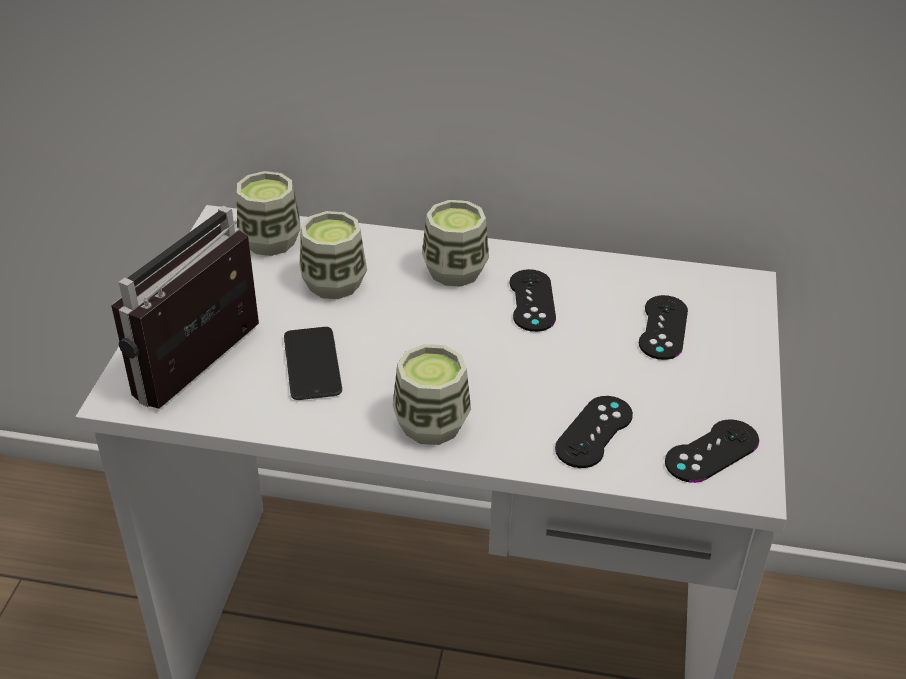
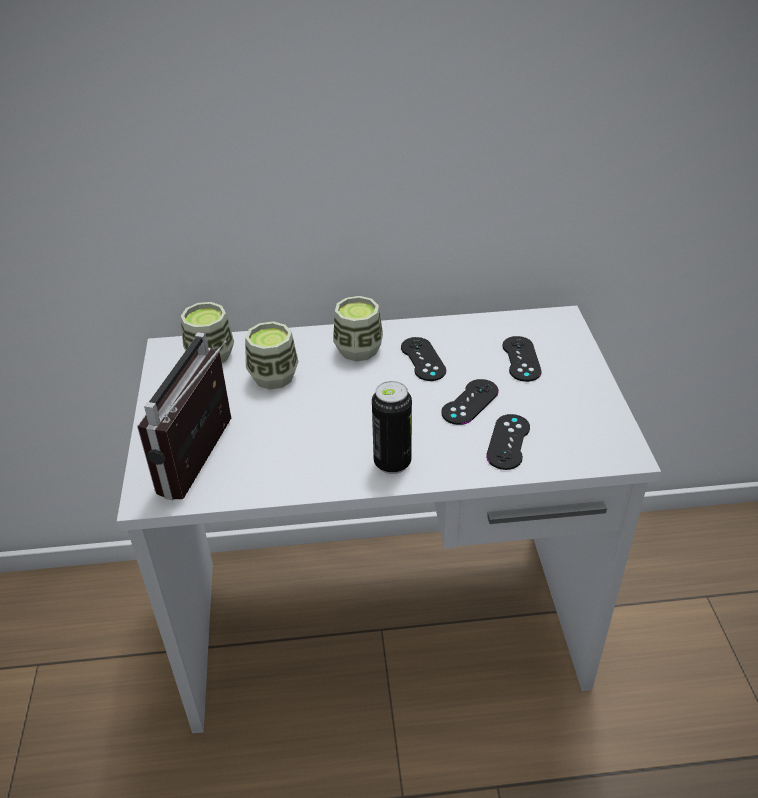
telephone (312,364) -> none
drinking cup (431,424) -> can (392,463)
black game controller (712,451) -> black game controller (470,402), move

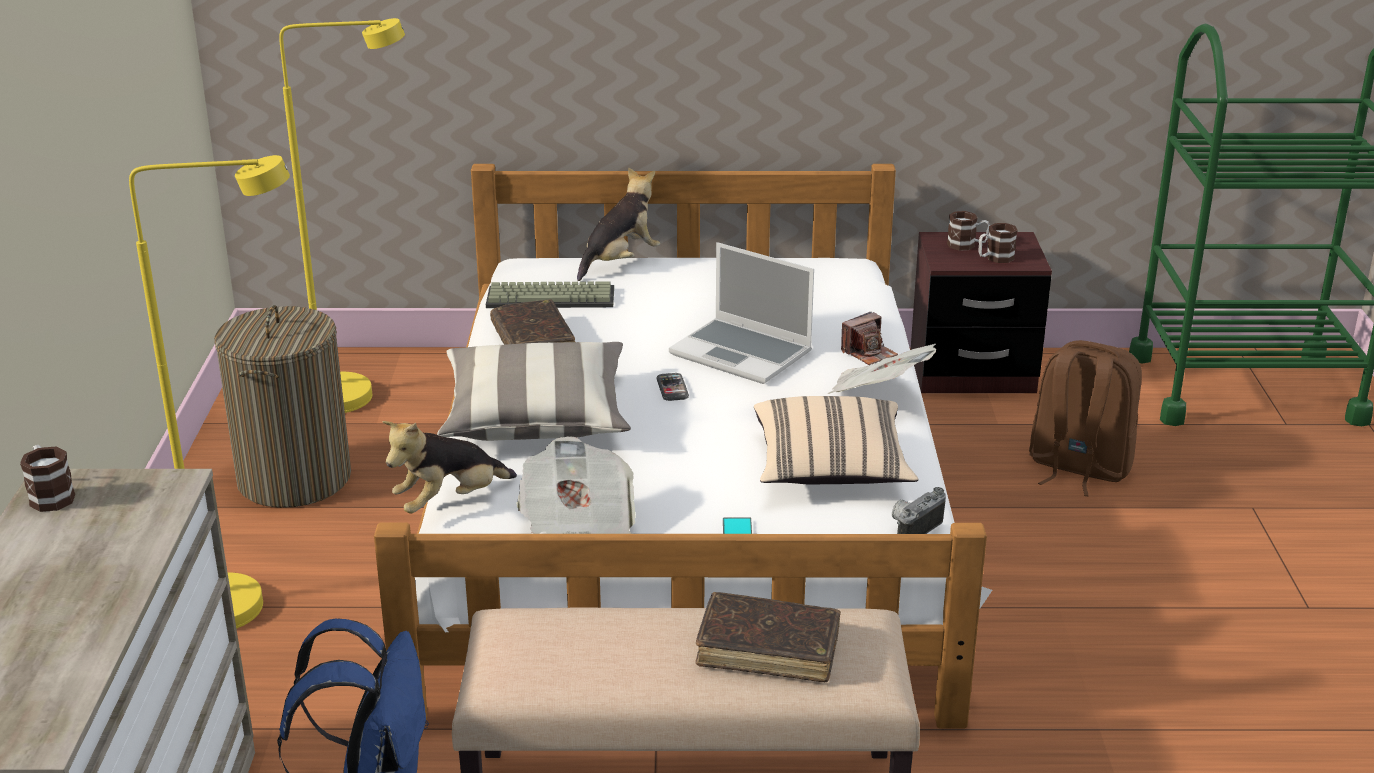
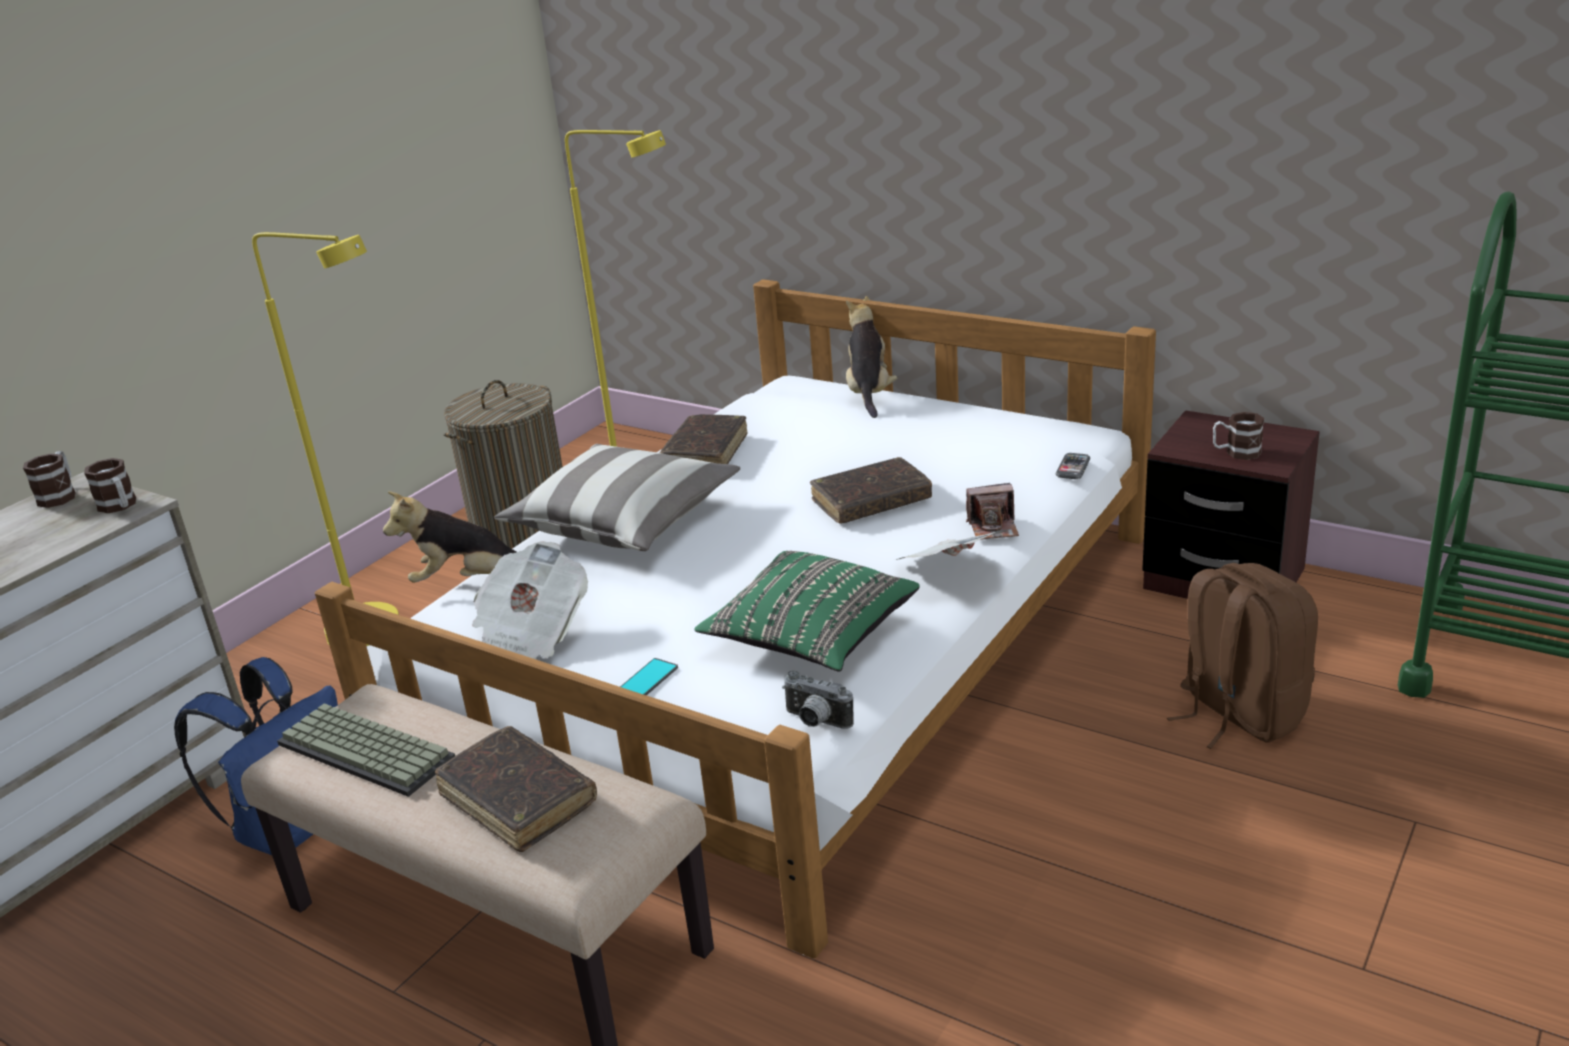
cuddly toy (620,262) -> cuddly toy (869,393), 75 degrees counterclockwise
mug (967,245) -> mug (120,507), move
notebook computer (743,353) -> brown-coloured bound book (871,502)
PC keyboard (552,297) -> PC keyboard (369,750), move
telephone (672,388) -> telephone (1073,468), move
beige-coloured cushion (830,469) -> greenish cushion (811,637)
still camera (913,528) -> still camera (815,722), 135 degrees counterclockwise

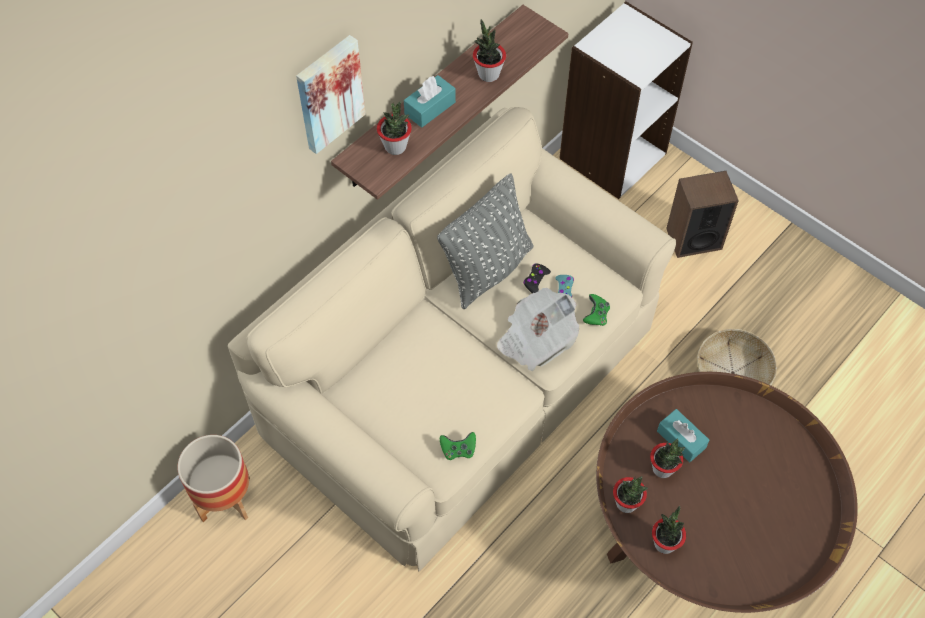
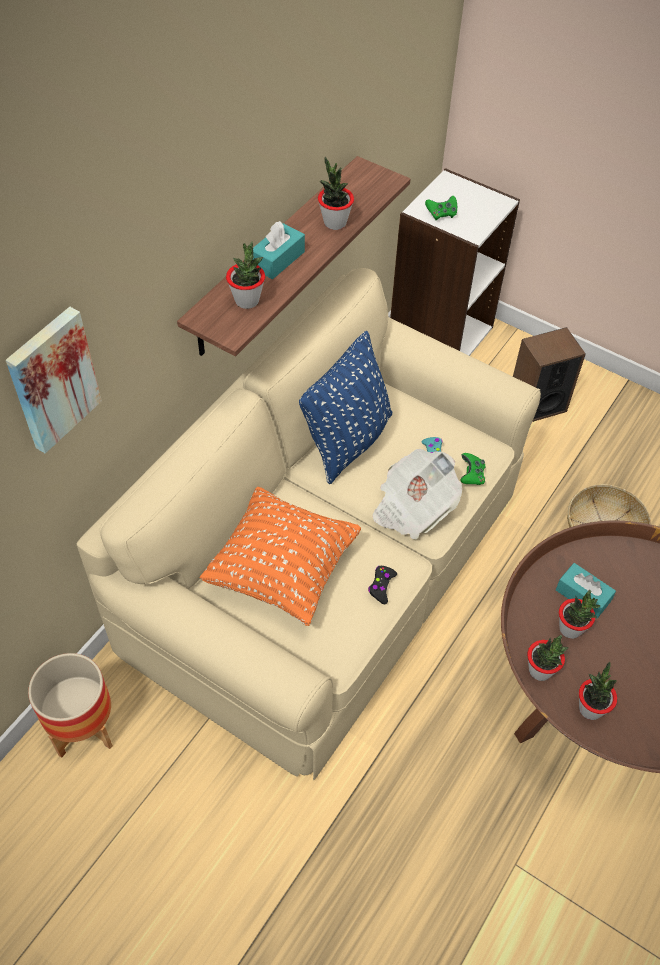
wall picture (328,93) -> wall picture (52,379), move
greyish cushion (487,269) -> blue cushion (348,441)
black game controller (535,281) -> black game controller (381,586), move
greenish game controller (458,450) -> greenish game controller (441,214), move
none -> orange cushion (282,571)

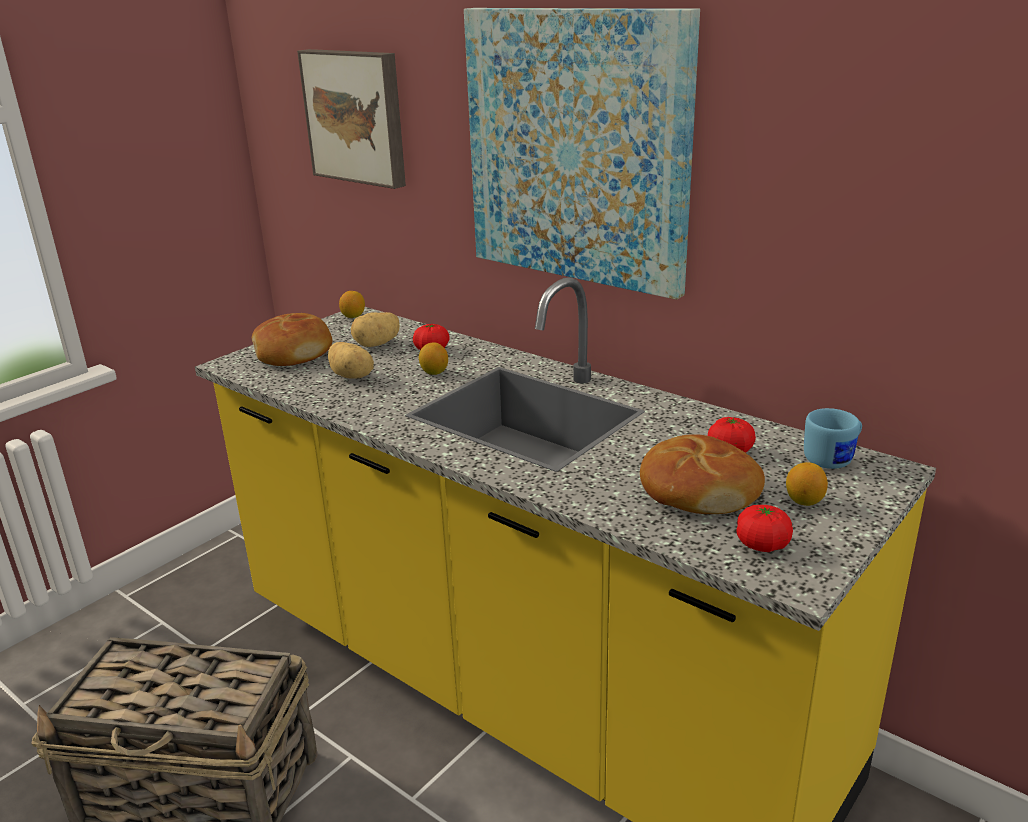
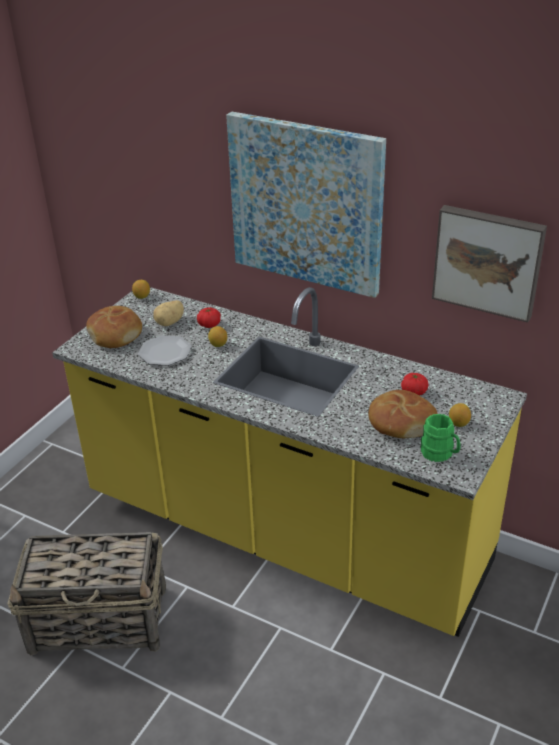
wall picture (357,116) -> wall picture (488,261), move
potato (352,376) -> dinner plate (165,352)
blue mug (833,458) -> none
whole tomato (762,545) -> greenish mug (440,454)

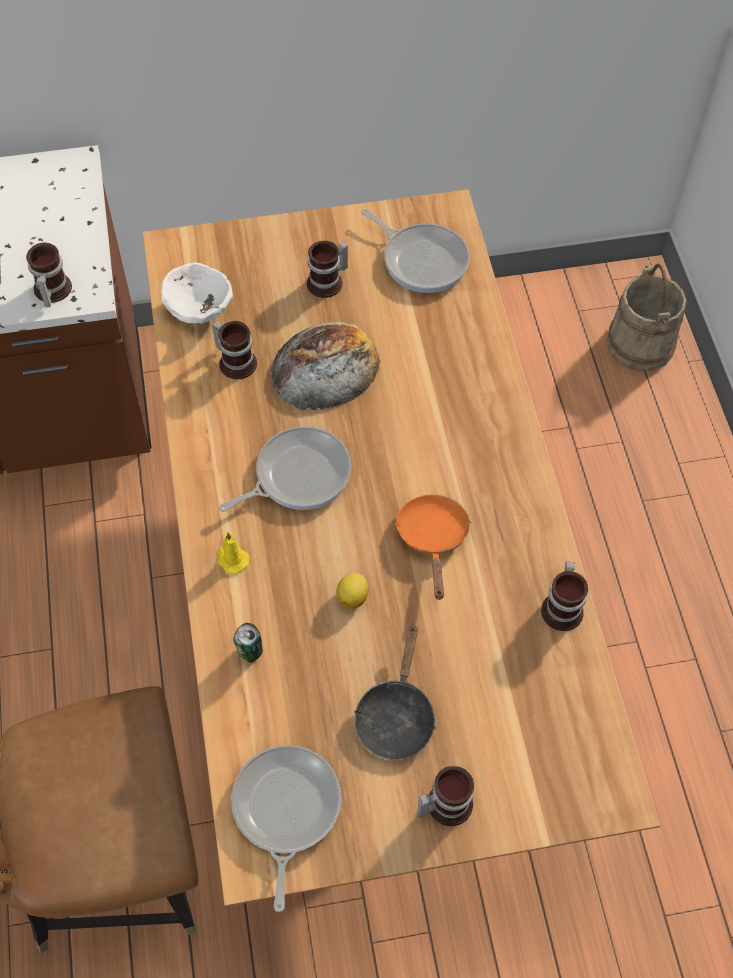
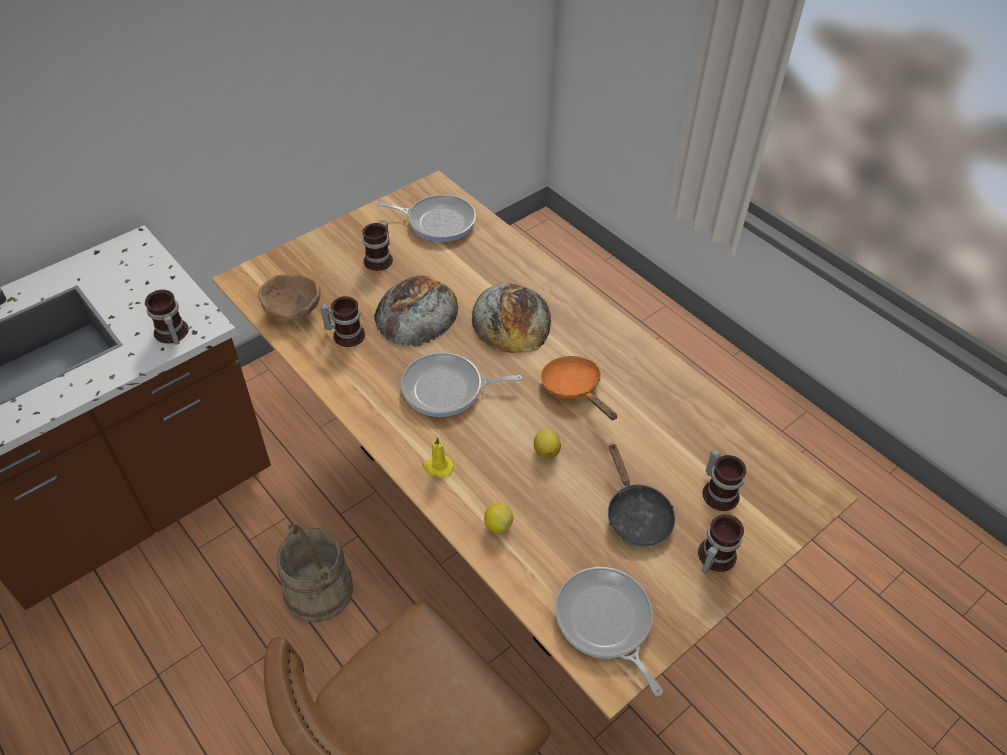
whitish serving bowl (201,309) -> brown-coloured serving bowl (295,311)
beige-coloured bucket (640,343) -> beige-coloured bucket (318,591), move
pan (297,475) -> pan (447,389), 120 degrees counterclockwise
mug (564,608) -> mug (720,491), move
can (249,653) -> citrus fruit (498,525)
none -> baked bread (511,318)

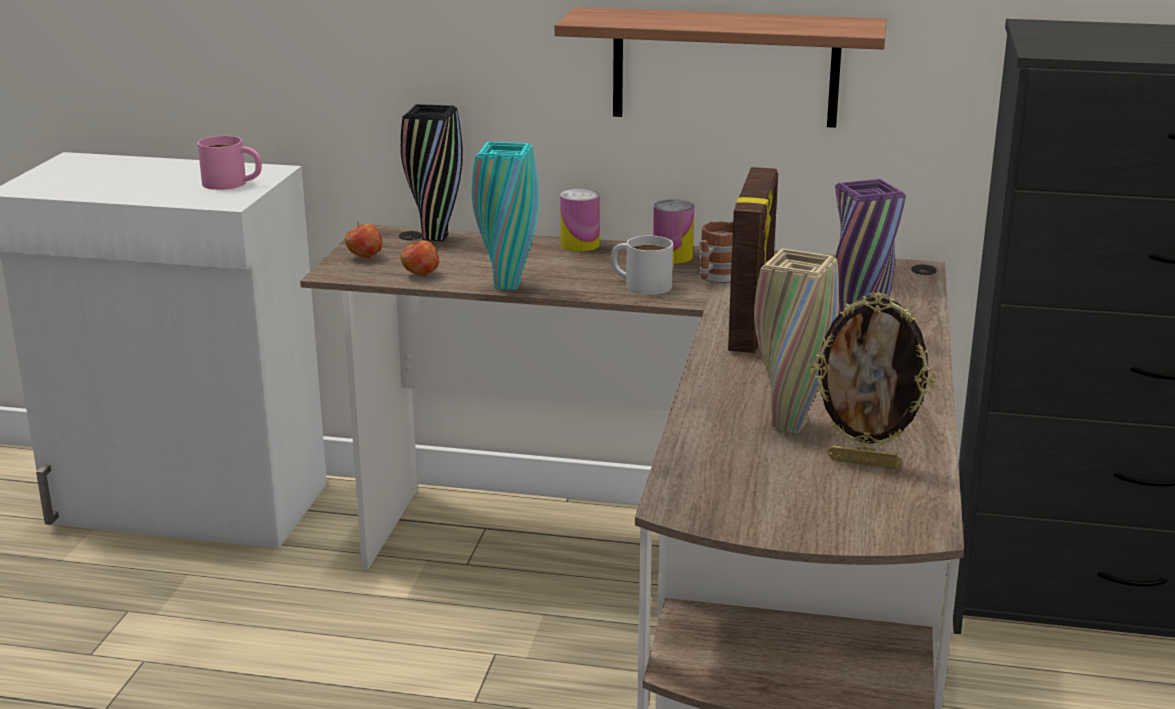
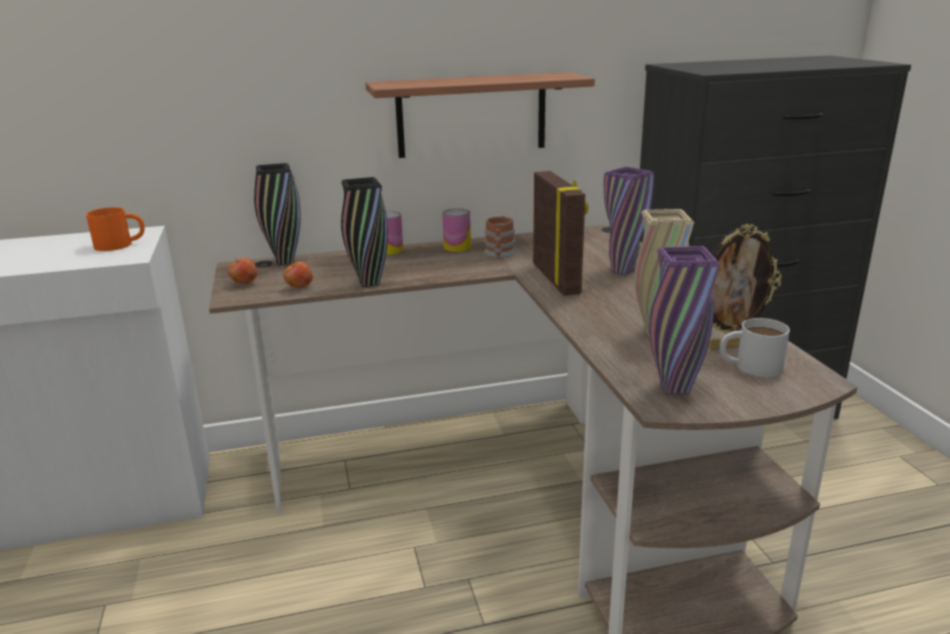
pinkish mug (233,183) -> orange mug (120,244)
turquoise flower vase (507,285) -> black flower vase (369,283)
whitish mug (640,284) -> whitish mug (749,366), move
none -> purple-coloured flower vase (674,388)

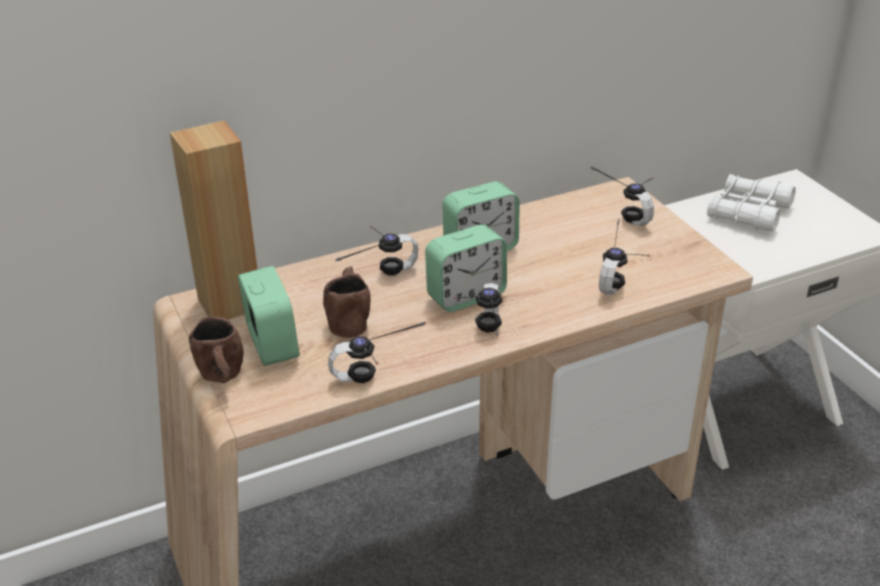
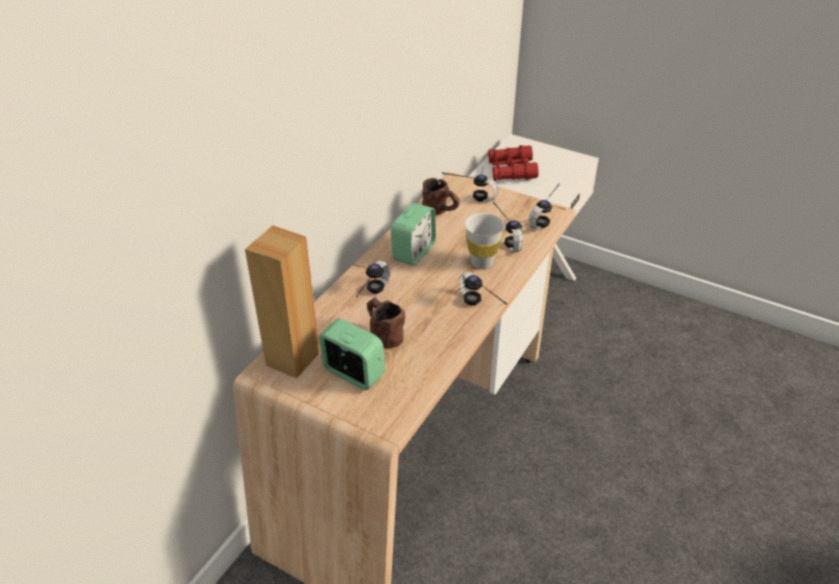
whitish binoculars (748,212) -> red-coloured binoculars (511,170)
bedside clock (466,296) -> none
brown-coloured mug (223,378) -> brown-coloured mug (441,211), move
pair of headphones (381,380) -> pair of headphones (551,222), move
none -> whitish drinking cup (482,262)

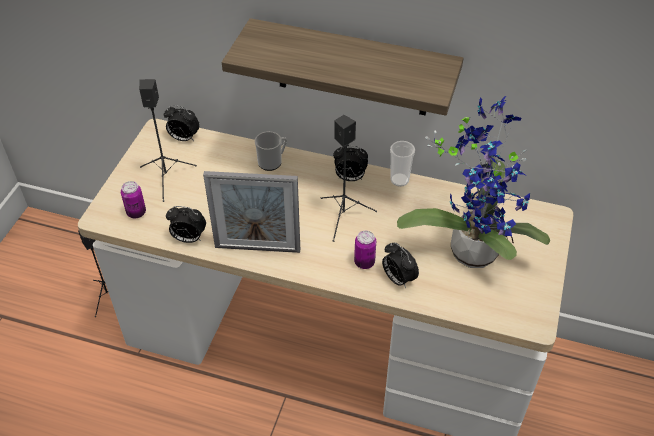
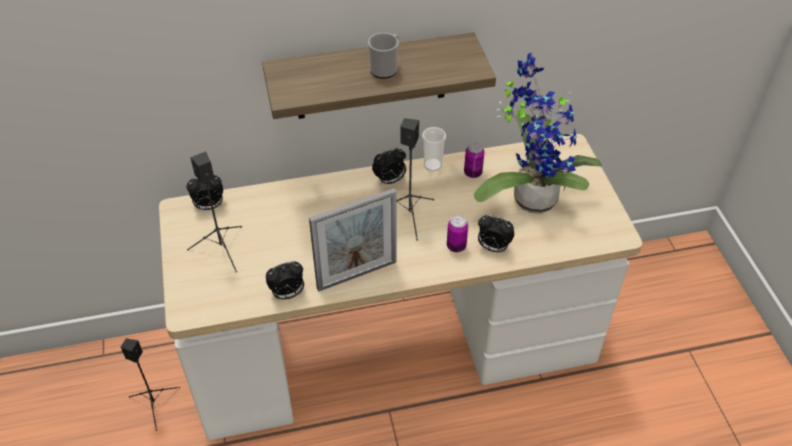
mug (272,162) -> mug (385,68), move
can (136,213) -> can (472,173), move

